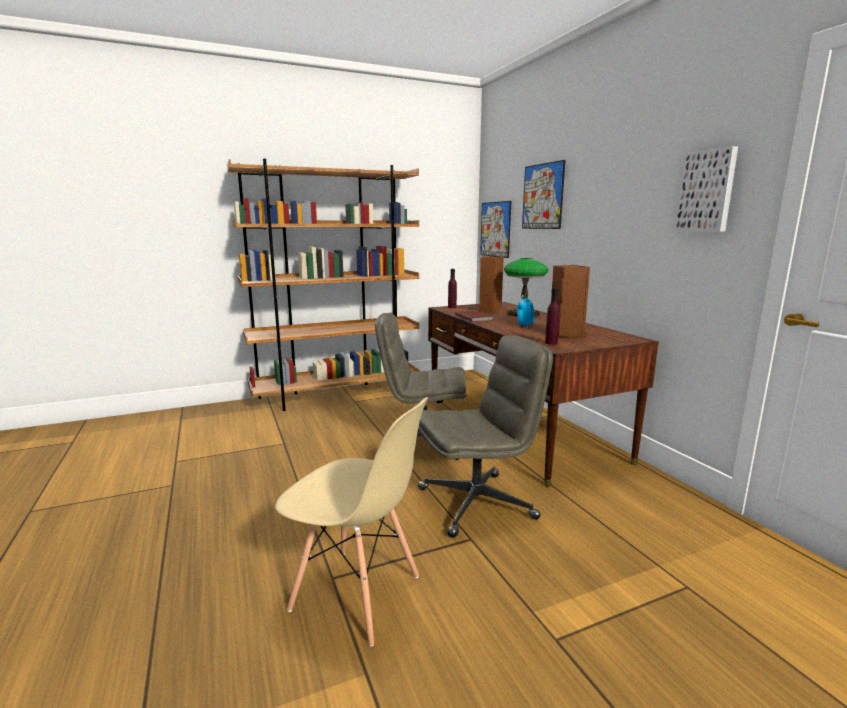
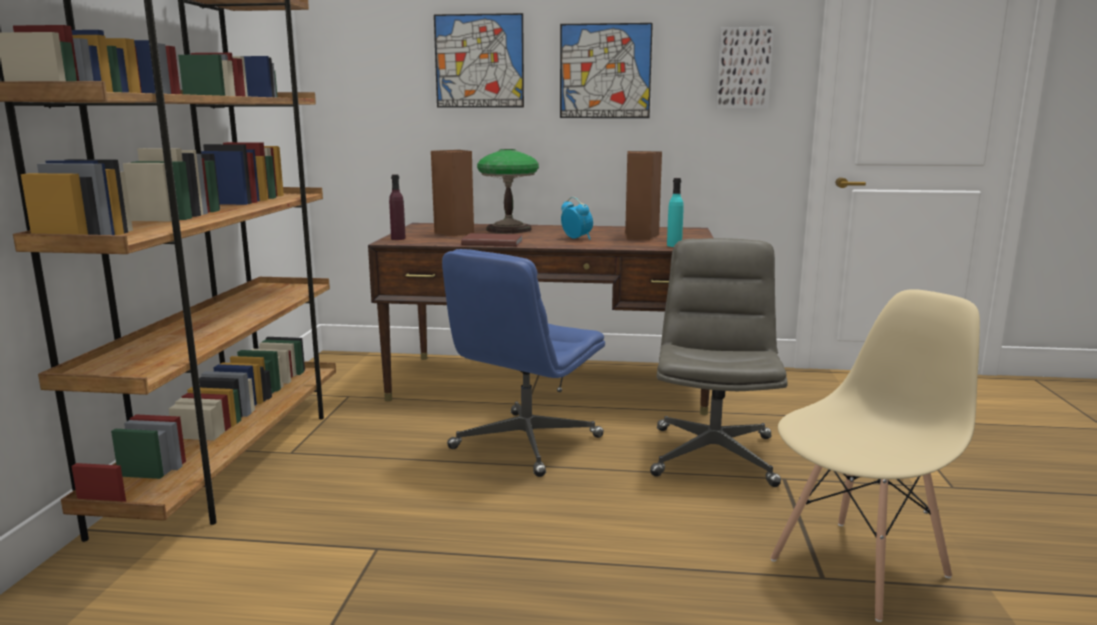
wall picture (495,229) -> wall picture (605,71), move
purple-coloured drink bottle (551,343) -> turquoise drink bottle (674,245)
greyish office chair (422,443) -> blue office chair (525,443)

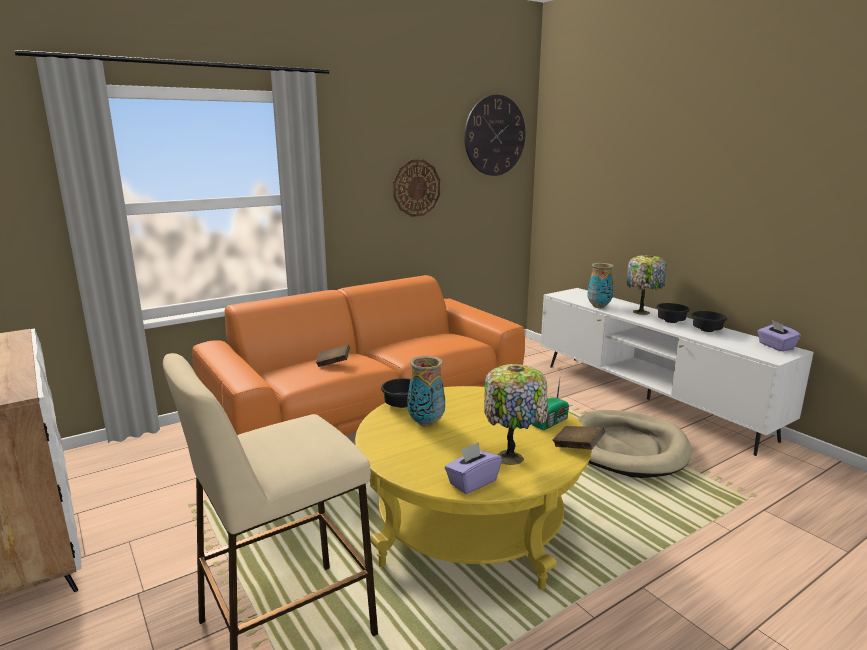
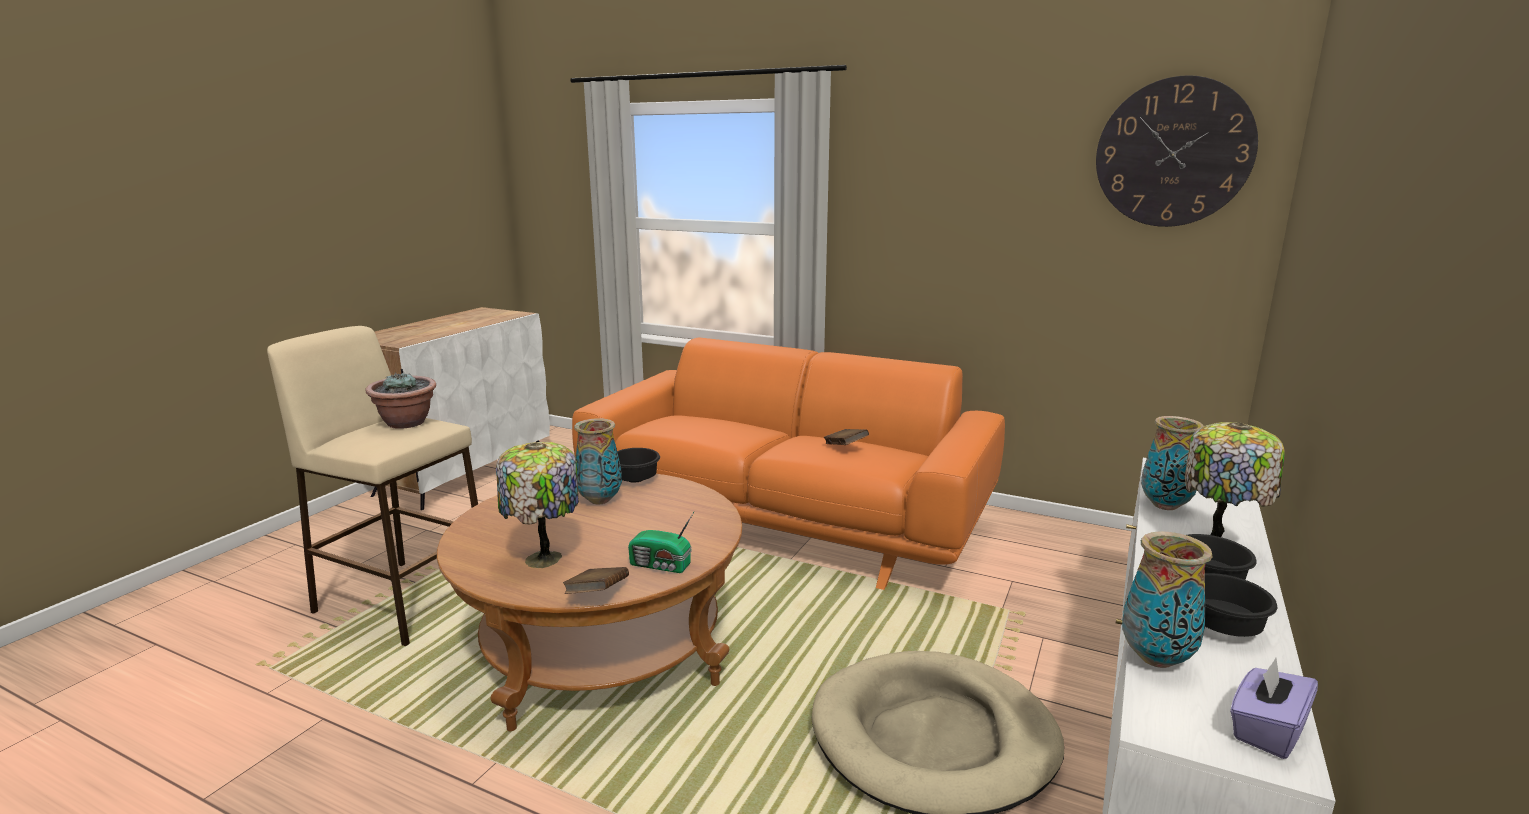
clock on the wall (416,188) -> none
brown-coloured bound book (333,363) -> brown-coloured bound book (845,447), move
yellow-coloured coffee table (470,526) -> brown-coloured coffee table (604,648)
purple-coloured tissue holder (472,482) -> none
none -> plant in a pot (407,423)
none -> flower vase (1156,658)

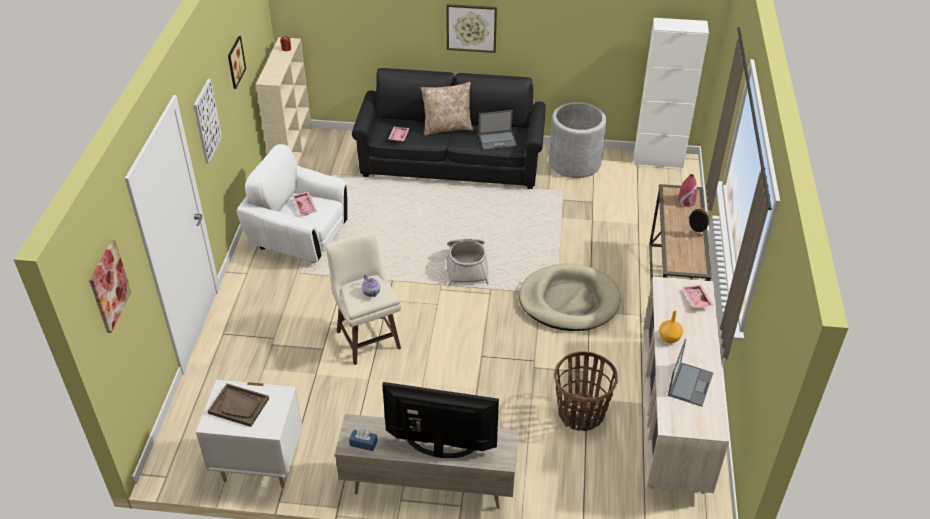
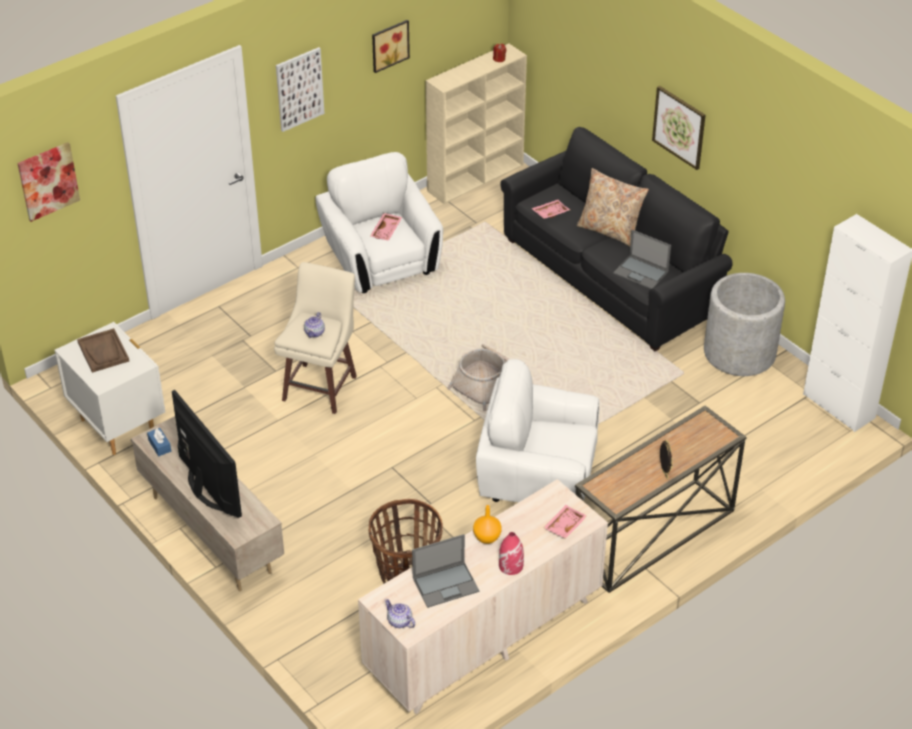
red-coloured flower vase (686,201) -> red-coloured flower vase (511,565), move
beige-coloured pet bed (569,301) -> whitish easy chair (536,476)
none -> tea pot (399,622)

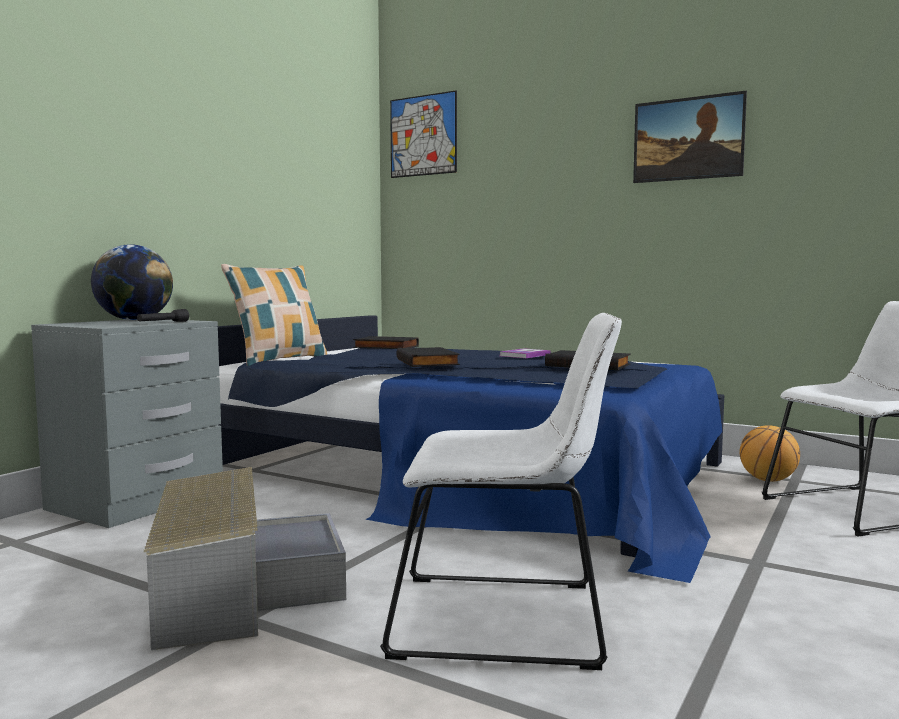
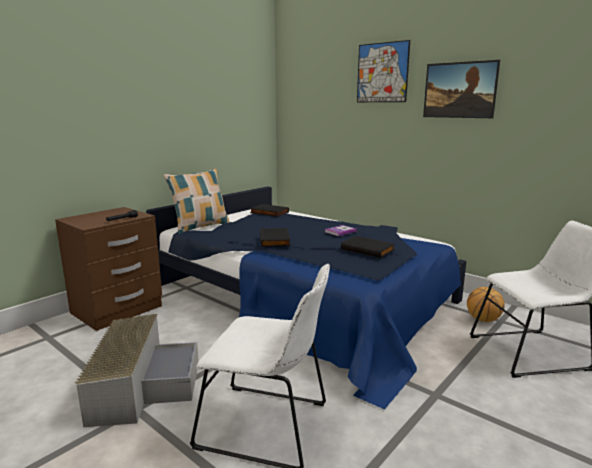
wall picture (423,135) -> wall picture (382,73), move
desk globe (134,320) -> none
greyish nightstand (137,502) -> brown-coloured nightstand (117,310)

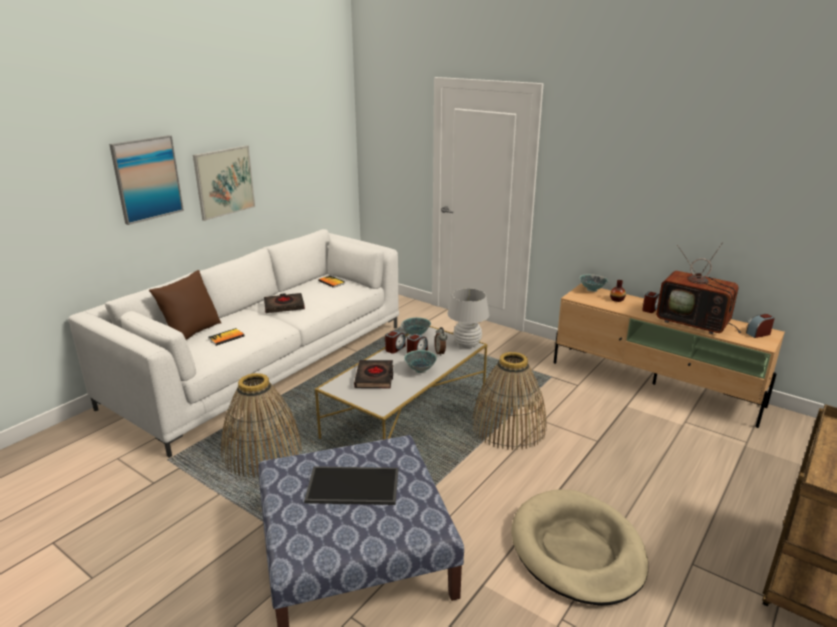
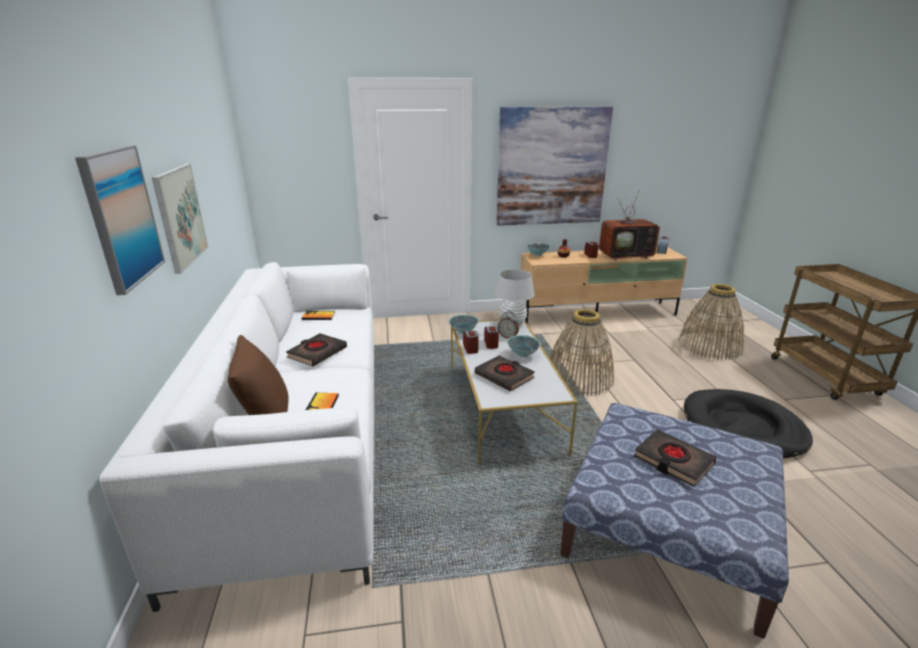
basket (262,452) -> basket (709,346), move
tray (351,487) -> black bound book (673,461)
beige-coloured pet bed (577,550) -> black pet bed (743,427)
none -> wall picture (552,167)

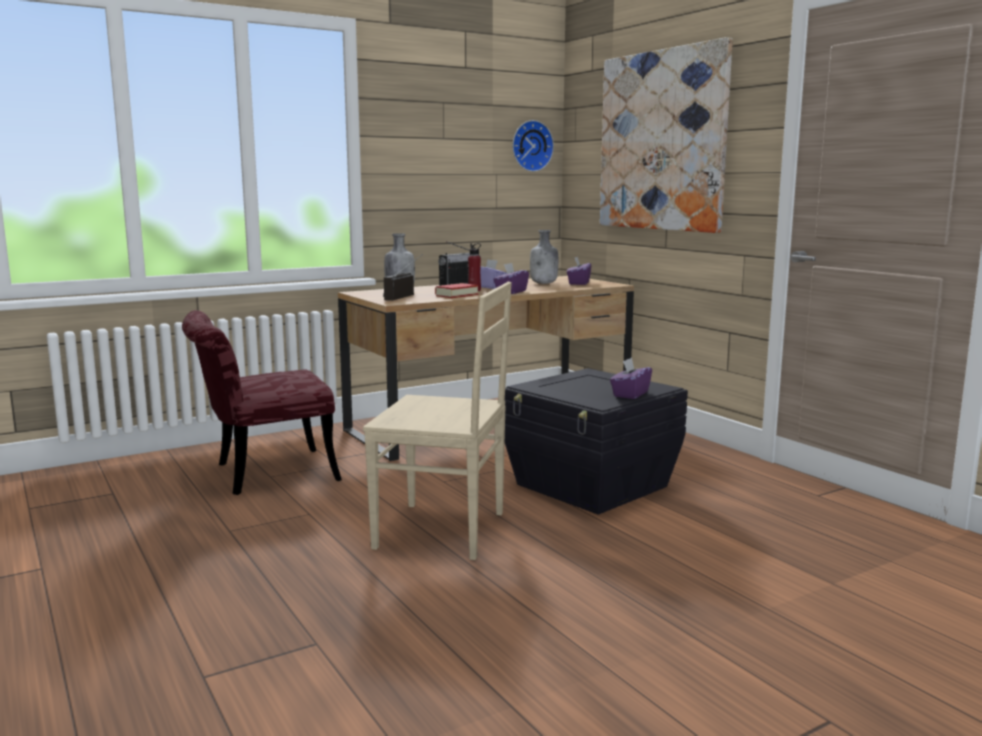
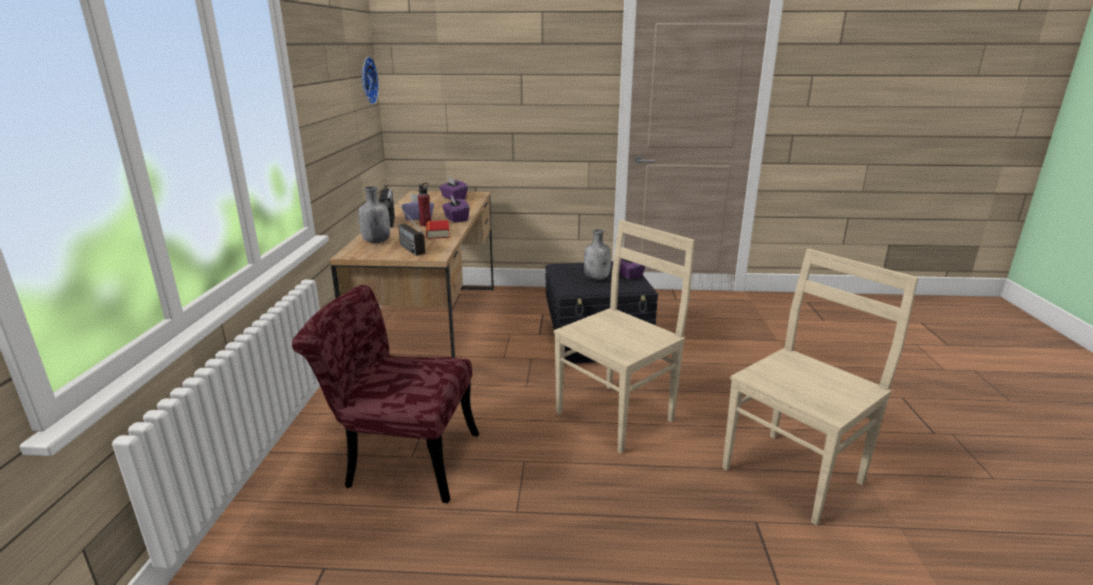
wall picture (662,141) -> none
greyish drink bottle (544,283) -> greyish drink bottle (597,278), move
red-coloured chair (262,474) -> red-coloured chair (400,459), 90 degrees clockwise
none -> beige-coloured chair (794,473)

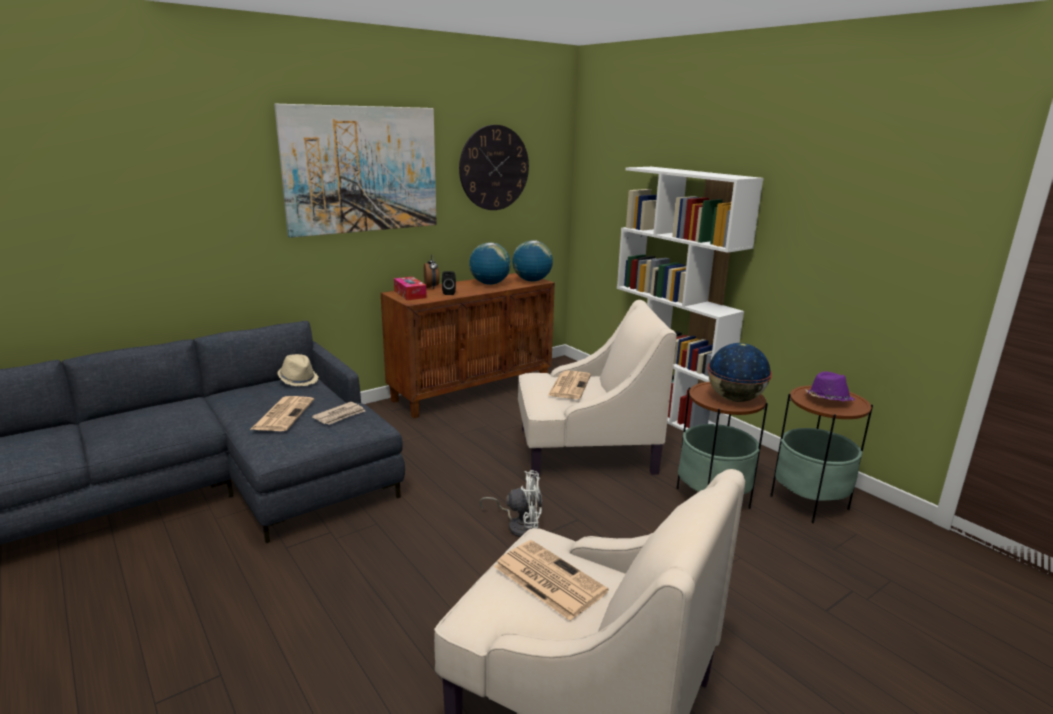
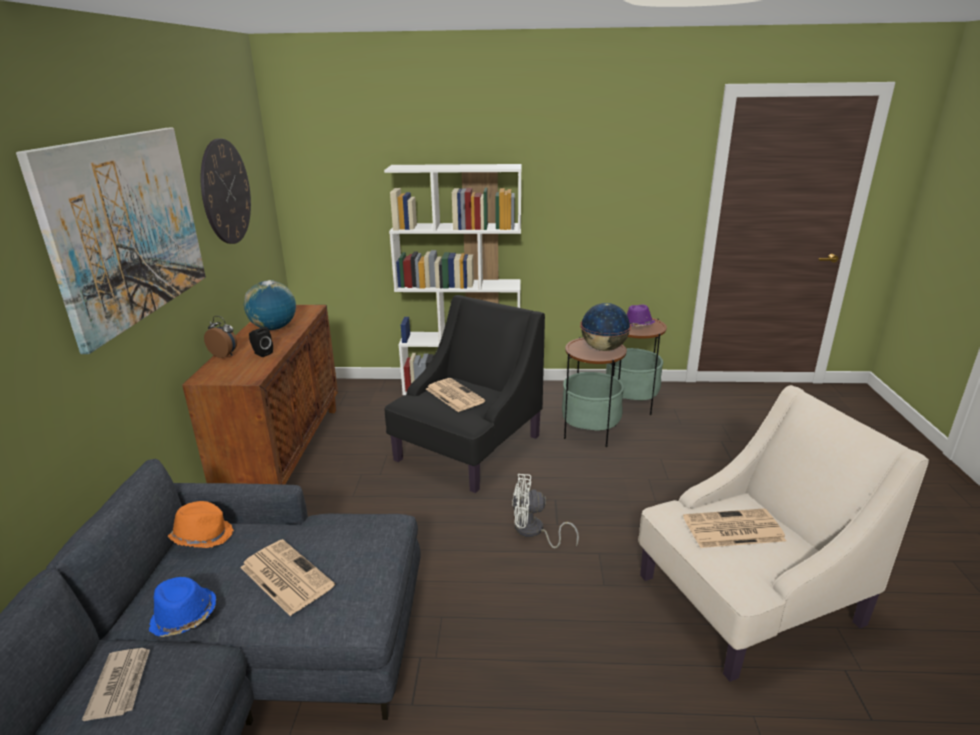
desk globe (532,281) -> none
tissue holder (410,294) -> none
beige-coloured easy chair (584,450) -> black easy chair (467,448)
beige-coloured hat (298,379) -> orange hat (202,536)
daily paper (340,415) -> daily paper (121,684), move
whitish cooling fan (519,525) -> whitish cooling fan (533,532), 135 degrees counterclockwise
none -> blue hat (184,617)

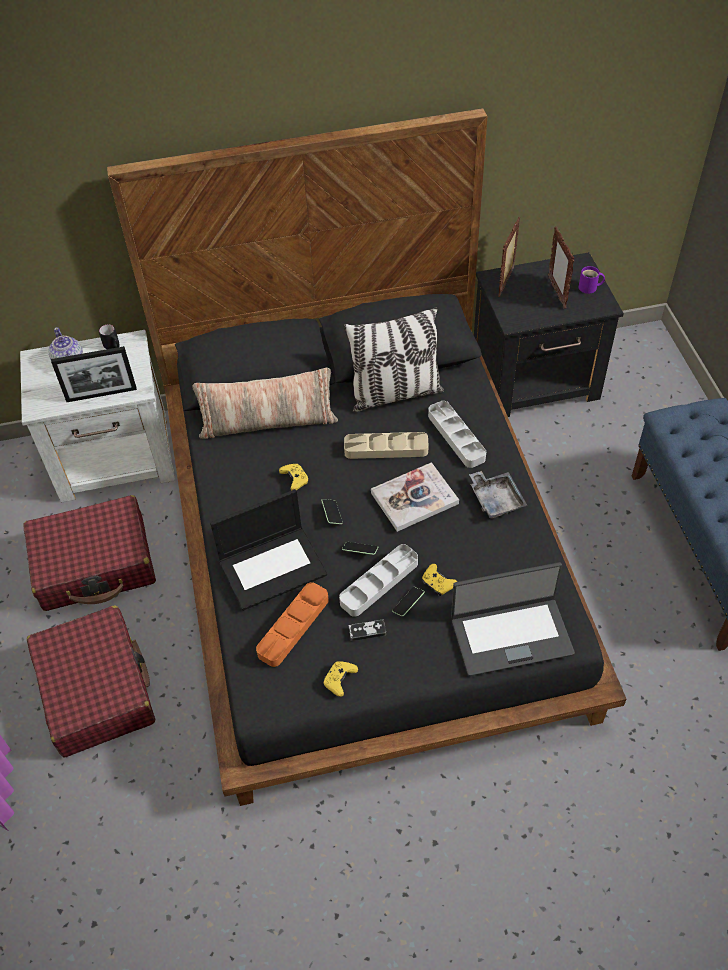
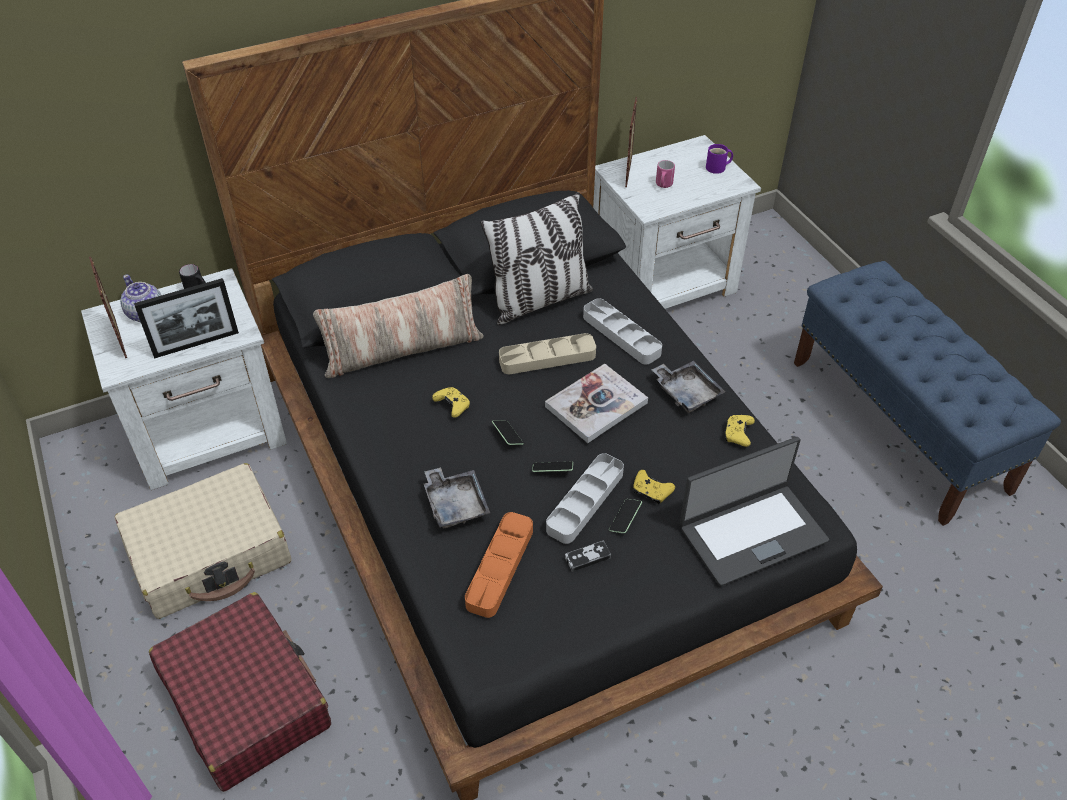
standing frame (556,293) -> standing frame (121,338), move
black nightstand (537,380) -> whitish nightstand (665,282)
notebook computer (273,566) -> greyish tray (455,504)
red-coloured travel case (95,564) -> beige-coloured travel case (210,553)
yellow-coloured game controller (339,680) -> yellow-coloured game controller (738,434), move
none -> pinkish mug (663,185)

